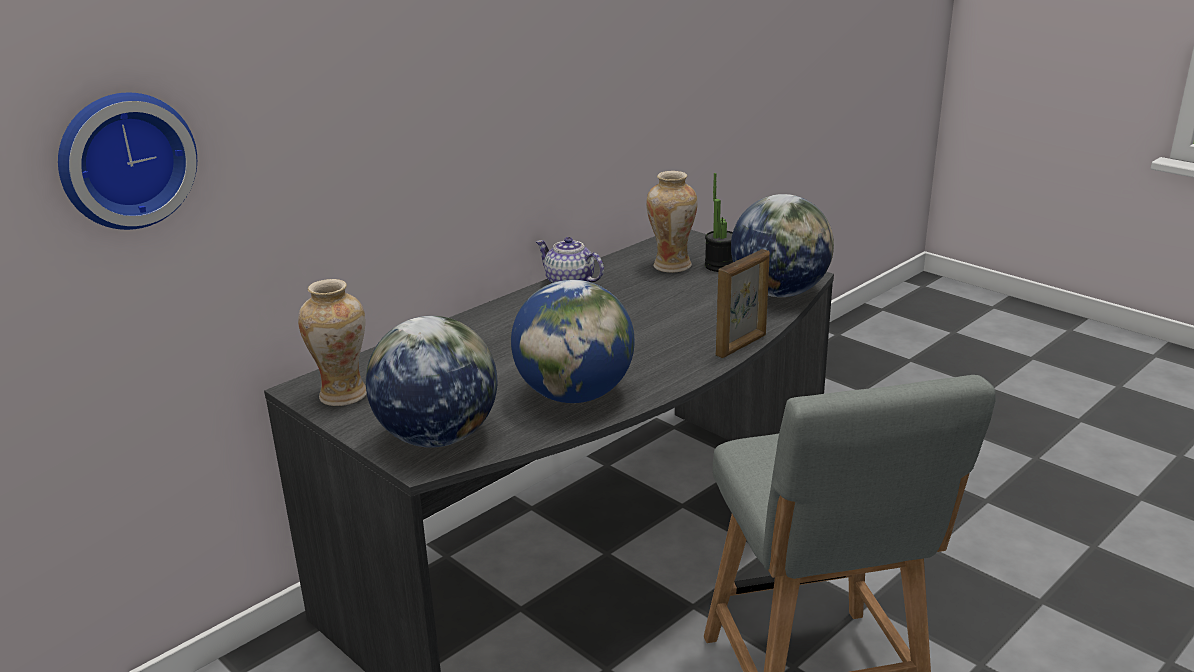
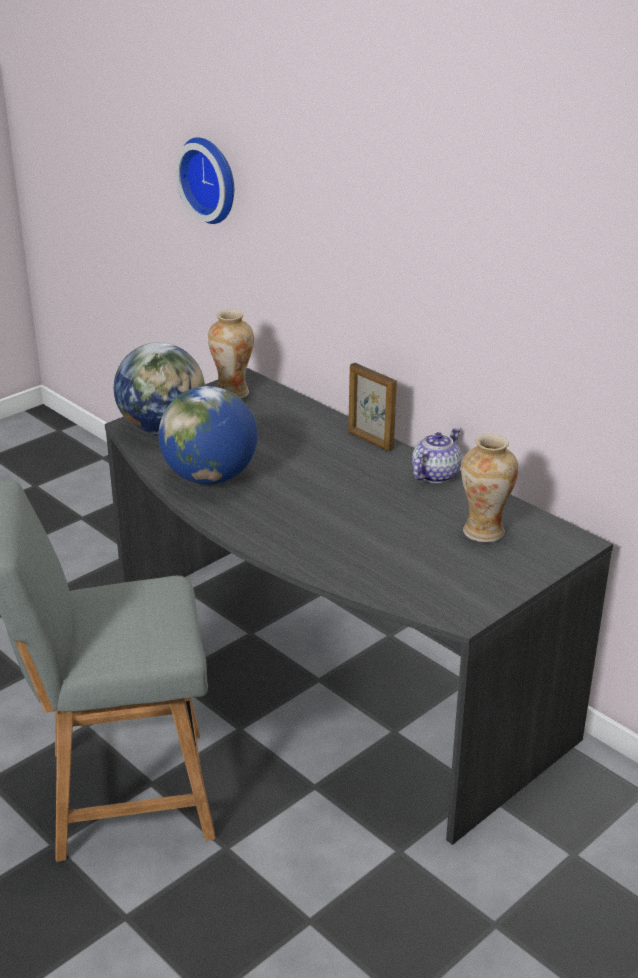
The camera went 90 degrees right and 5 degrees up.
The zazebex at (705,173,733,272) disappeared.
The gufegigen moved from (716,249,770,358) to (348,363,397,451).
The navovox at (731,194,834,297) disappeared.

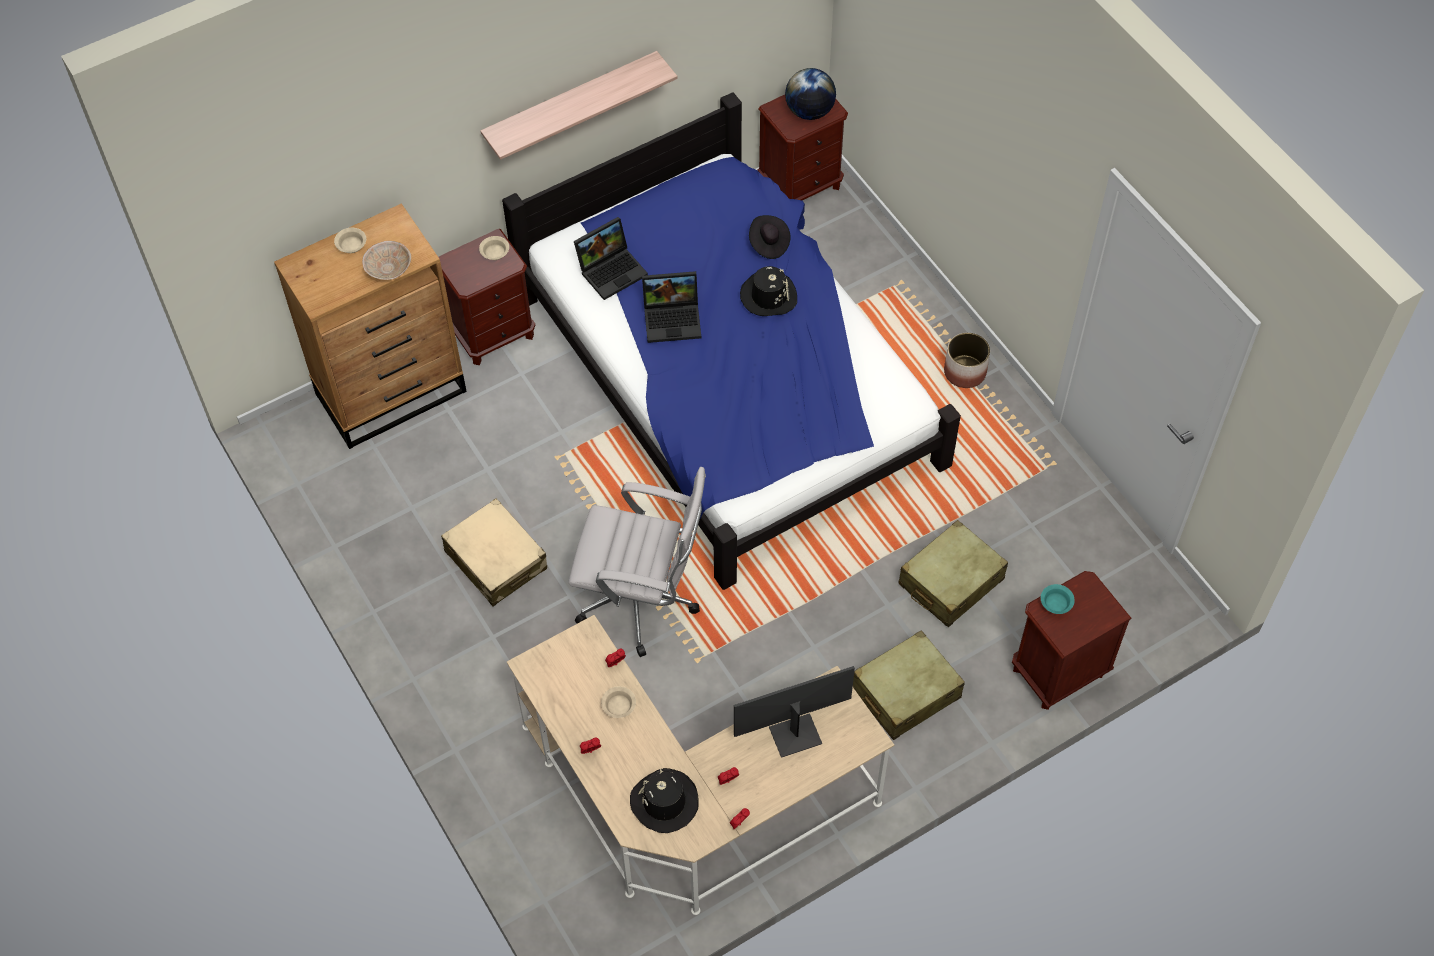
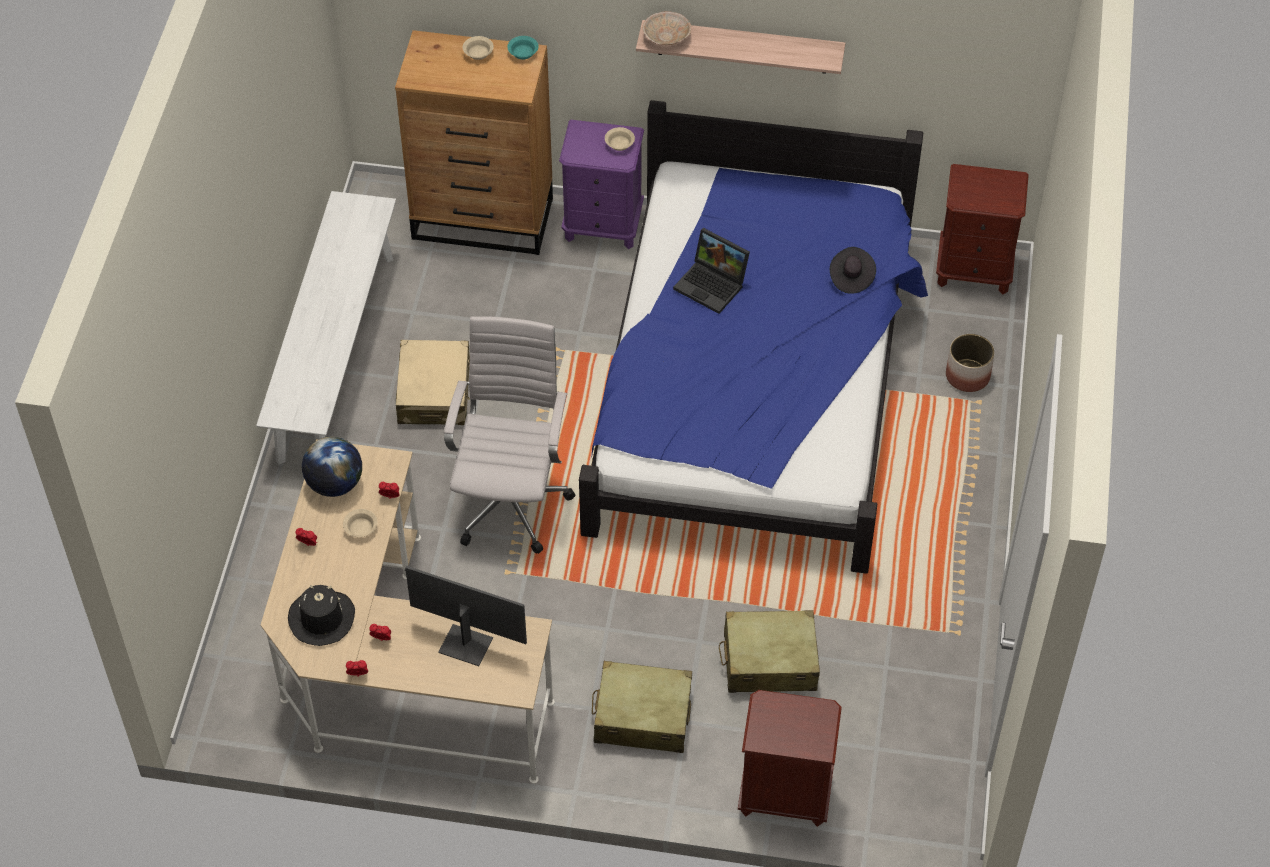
The camera went 40 degrees right and 5 degrees down.
The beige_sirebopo moved from (362,241,411,280) to (642,11,691,45).
The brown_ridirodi at (439,228,536,365) became the purple_ridirodi at (559,120,644,249).
The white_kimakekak at (569,467,706,657) turned 135 degrees counterclockwise.
The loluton at (574,217,648,300) disappeared.
The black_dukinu at (740,266,797,316) disappeared.
The navovox moved from (785,68,836,120) to (302,436,362,497).
The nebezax moved from (944,333,990,388) to (946,334,995,392).
The turquoise_sirebopo moved from (1041,584,1075,614) to (507,36,539,60).
The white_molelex at (256,191,396,465) appeared.

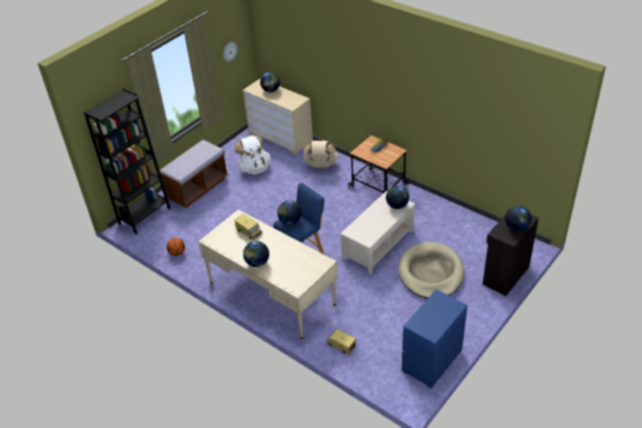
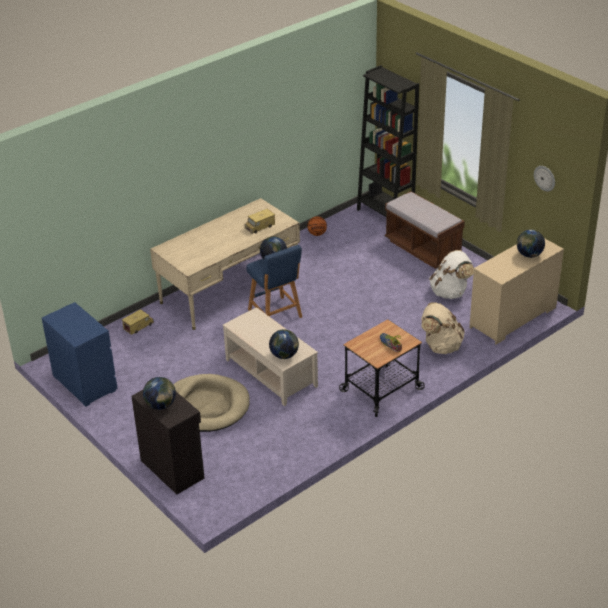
The camera went 100 degrees right and 5 degrees down.
The navovox at (243,241,269,267) disappeared.

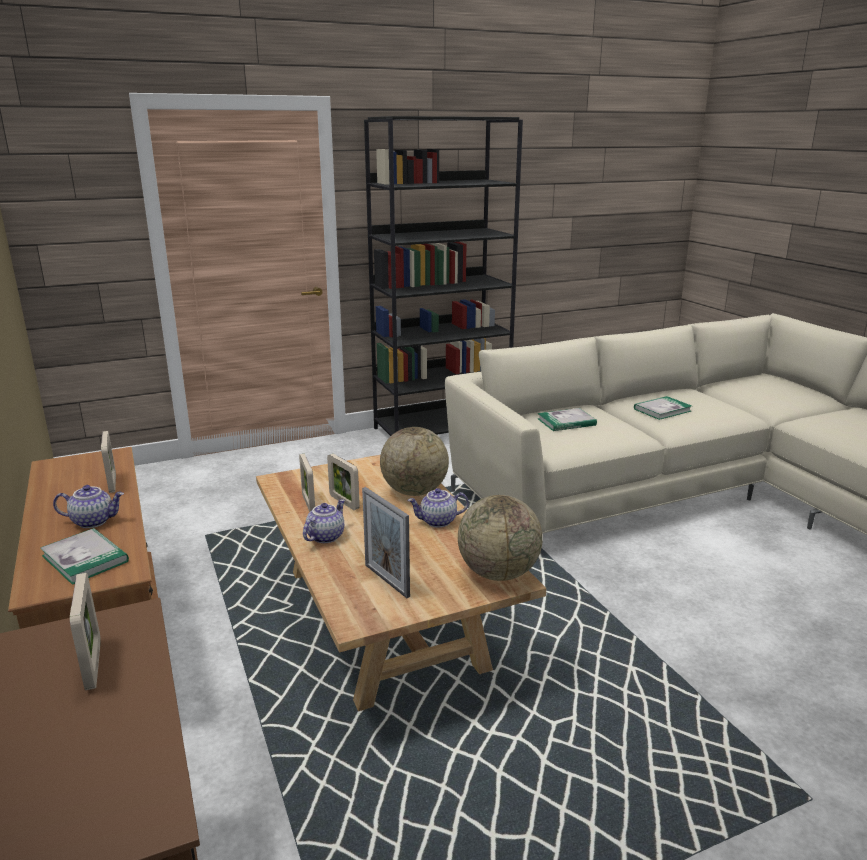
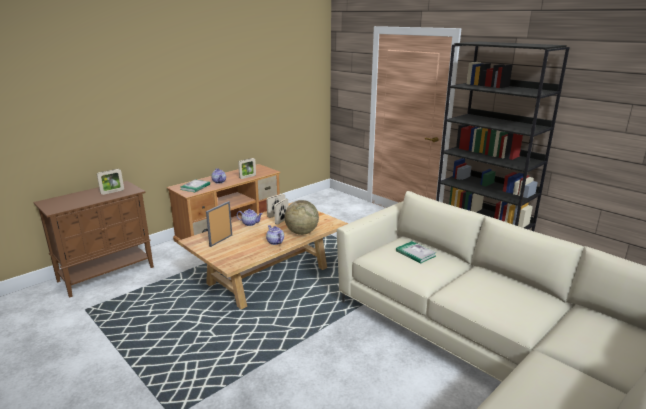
The camera went 70 degrees right and 0 degrees up.
The navovox at (458,495,543,581) disappeared.
The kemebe at (634,396,692,420) disappeared.

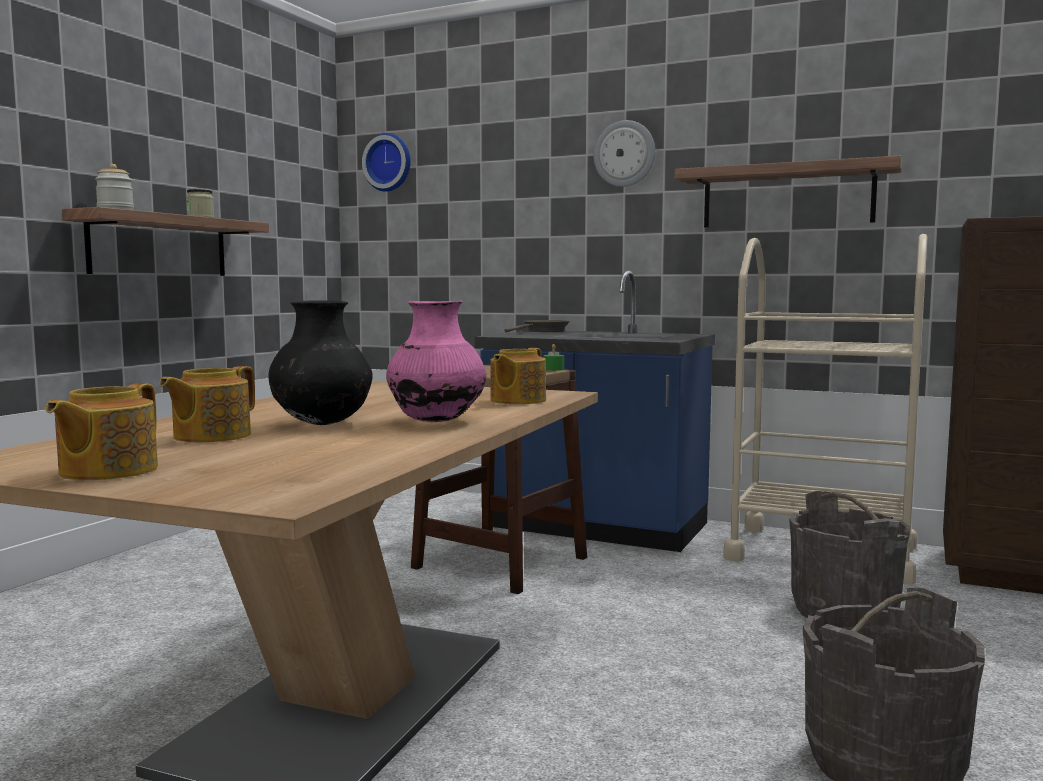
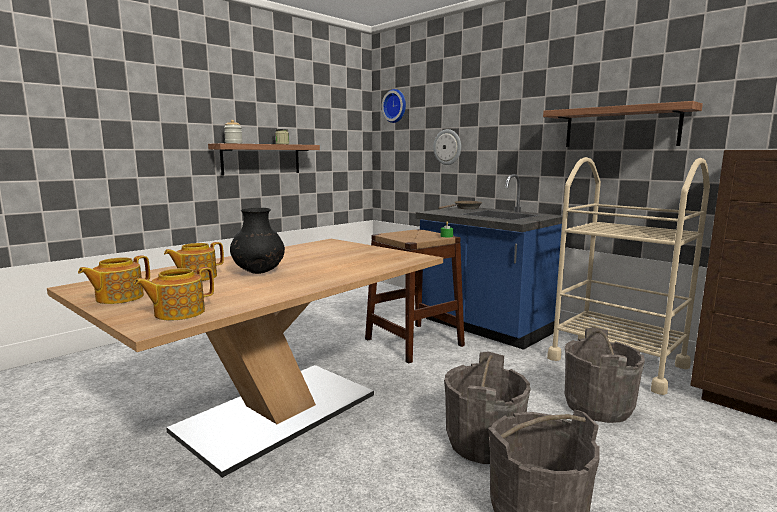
The camera went 20 degrees right and 5 degrees up.
The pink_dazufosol at (386,301,486,422) disappeared.
The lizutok moved from (490,348,546,404) to (134,267,214,320).
The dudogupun moved from (594,120,655,187) to (433,129,461,165).
The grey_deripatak at (444,351,531,464) appeared.

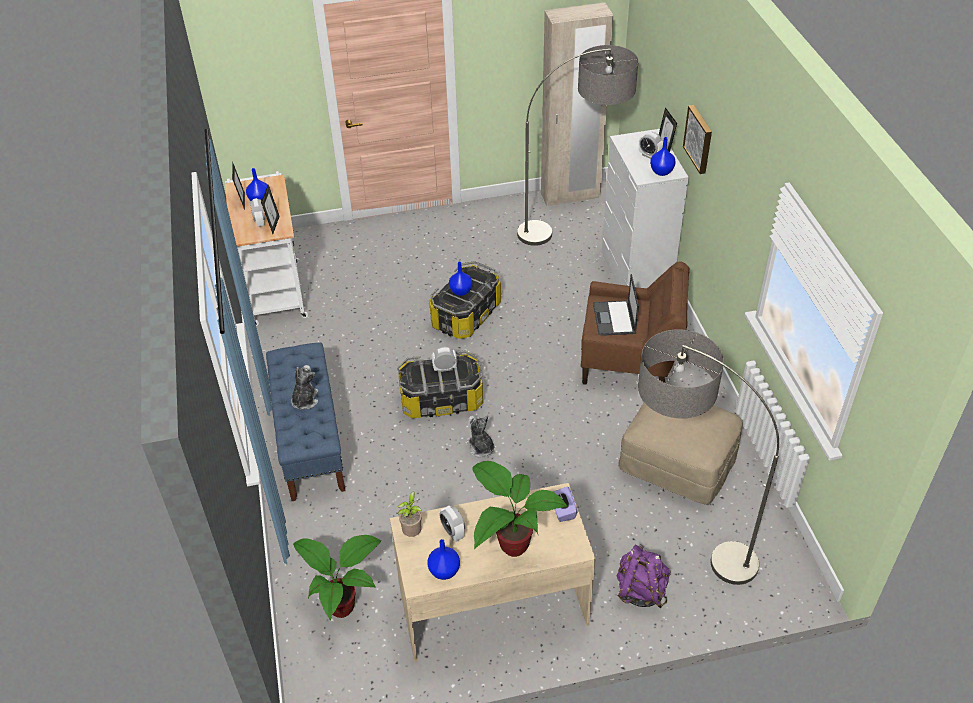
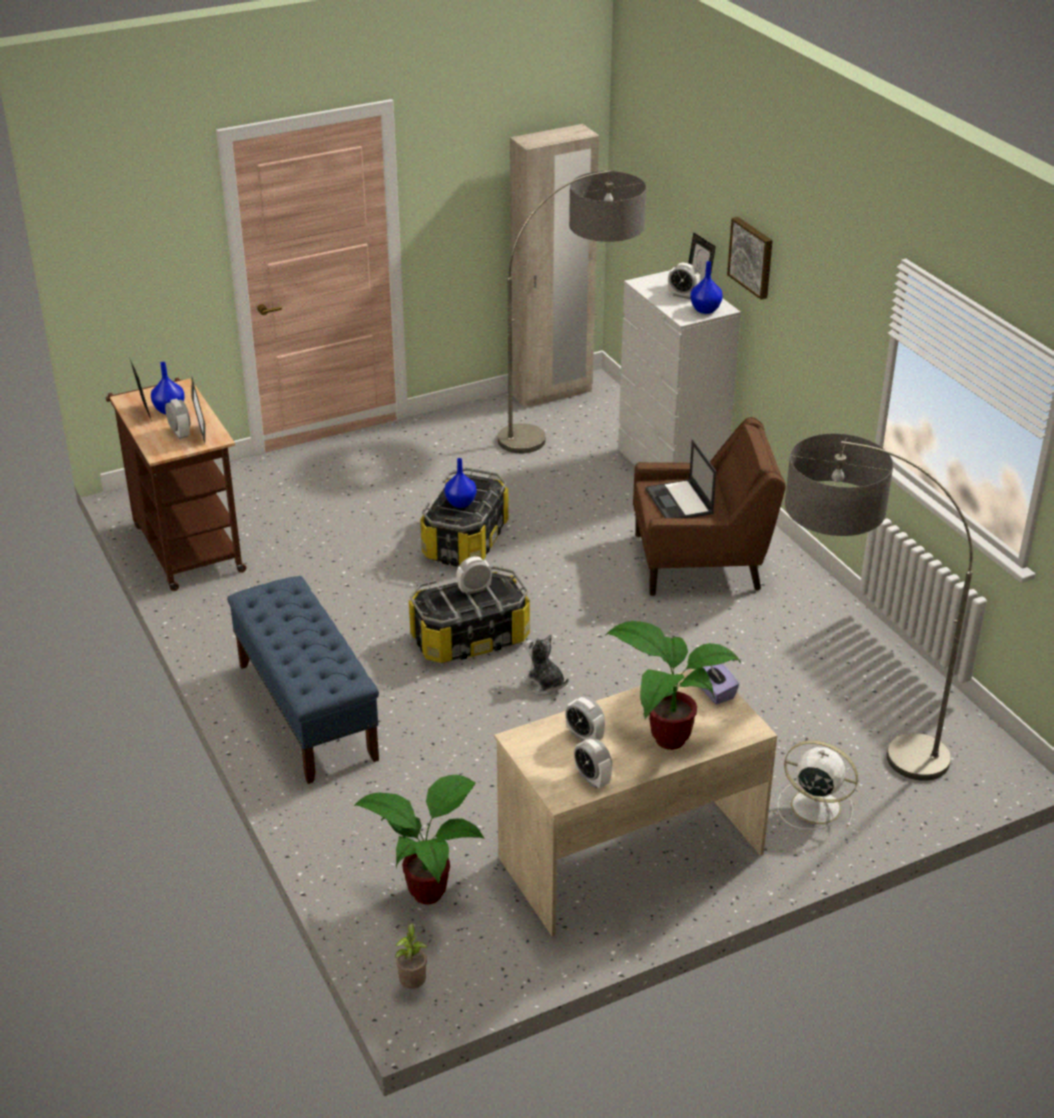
The camera went 15 degrees left and 10 degrees down.
The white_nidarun at (225,171,308,326) became the brown_nidarun at (106,378,246,591).
The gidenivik at (291,365,318,410) disappeared.
The zazebex moved from (397,492,422,537) to (395,923,428,989).
The blue_dazufosol at (427,539,460,580) was replaced by the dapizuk at (574,738,612,789).
The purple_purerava at (616,544,671,608) was replaced by the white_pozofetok at (778,740,858,830).
The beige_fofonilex at (619,403,743,505) disappeared.

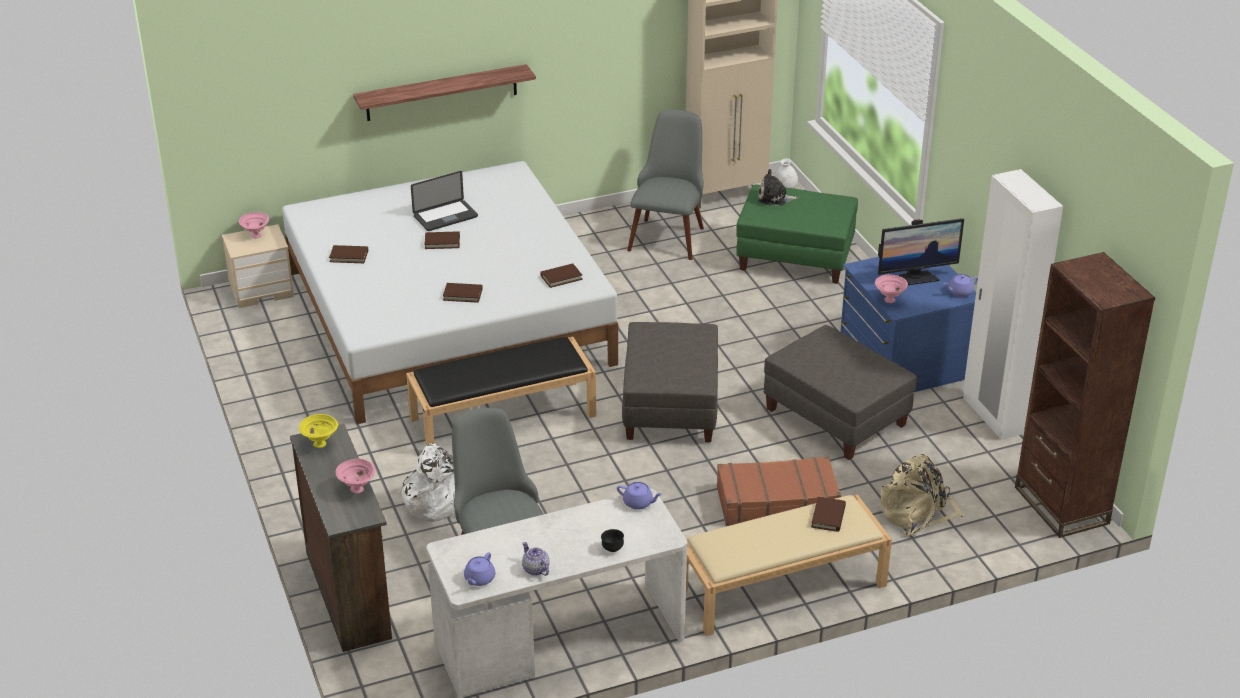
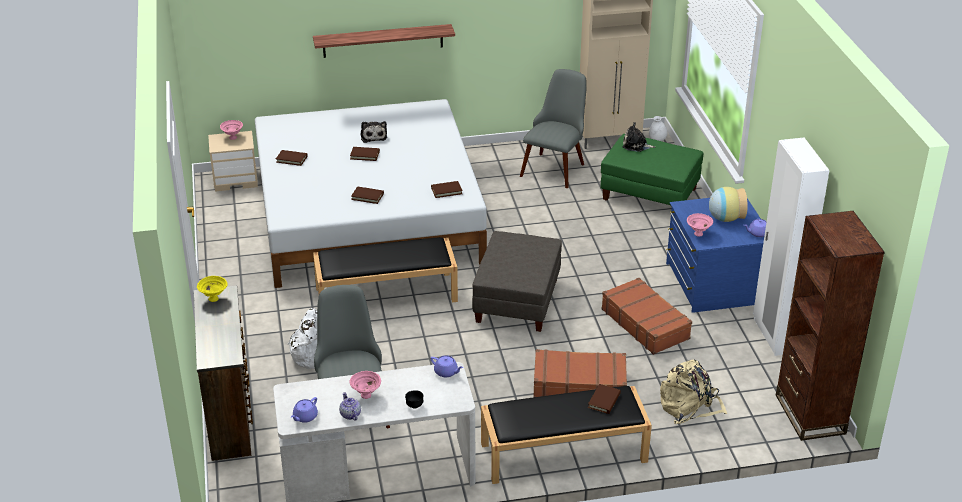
The camera went 10 degrees right and 0 degrees up.
The pink_sirebopo moved from (335,459,375,494) to (350,371,381,399).
The loluton at (411,171,478,231) was replaced by the gidenivik at (360,121,387,143).
The beige_molelex at (686,494,892,636) became the black_molelex at (481,386,652,484).
The grey_fofonilex at (764,325,917,460) was replaced by the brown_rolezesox at (601,278,692,355).
The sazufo at (878,218,964,285) was replaced by the dazufosol at (709,187,748,222).

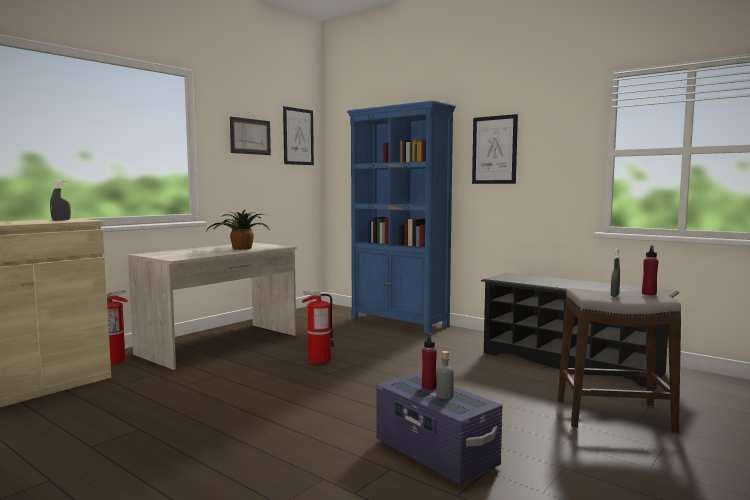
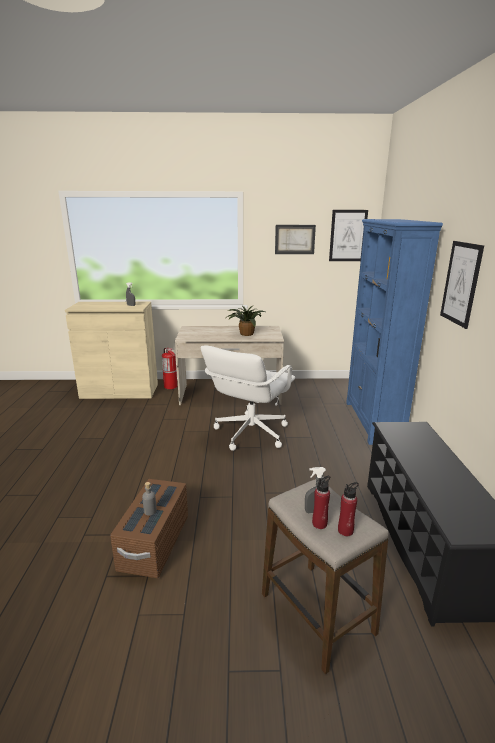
The camera went 50 degrees right and 15 degrees up.
The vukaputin at (302,291,334,364) was replaced by the white_kimakekak at (201,345,295,451).
The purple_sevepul at (376,373,502,485) became the brown_sevepul at (110,479,188,578).
The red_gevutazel moved from (422,333,437,390) to (312,476,330,529).

